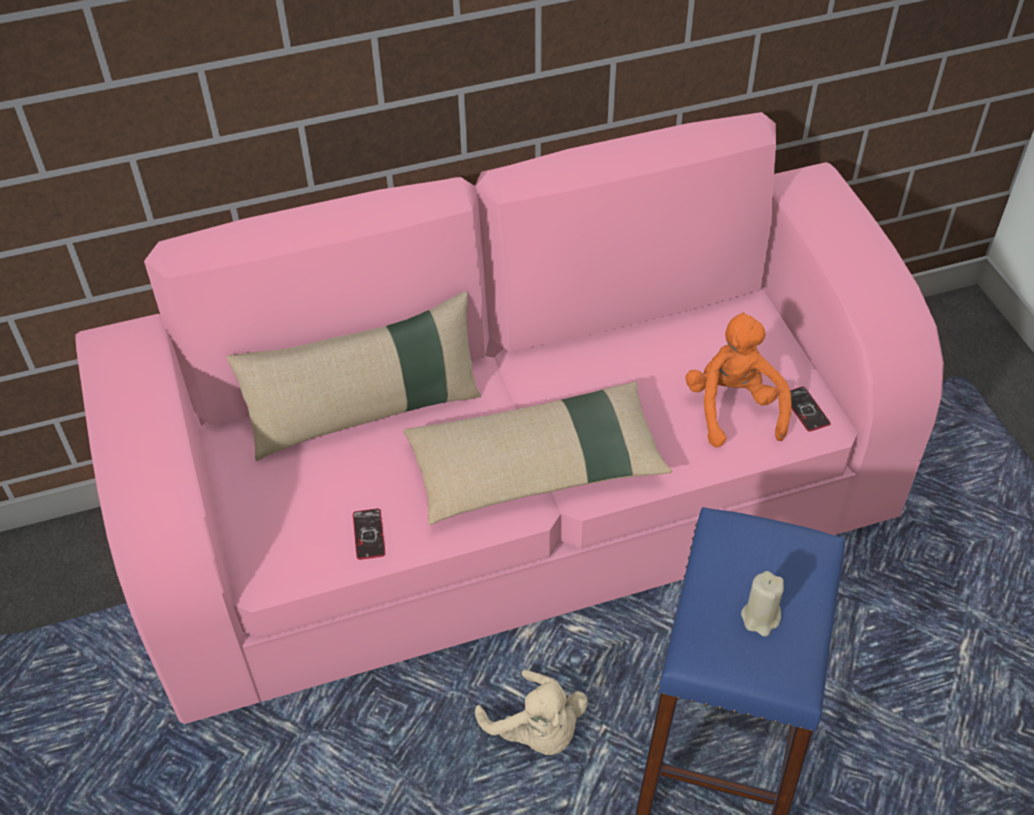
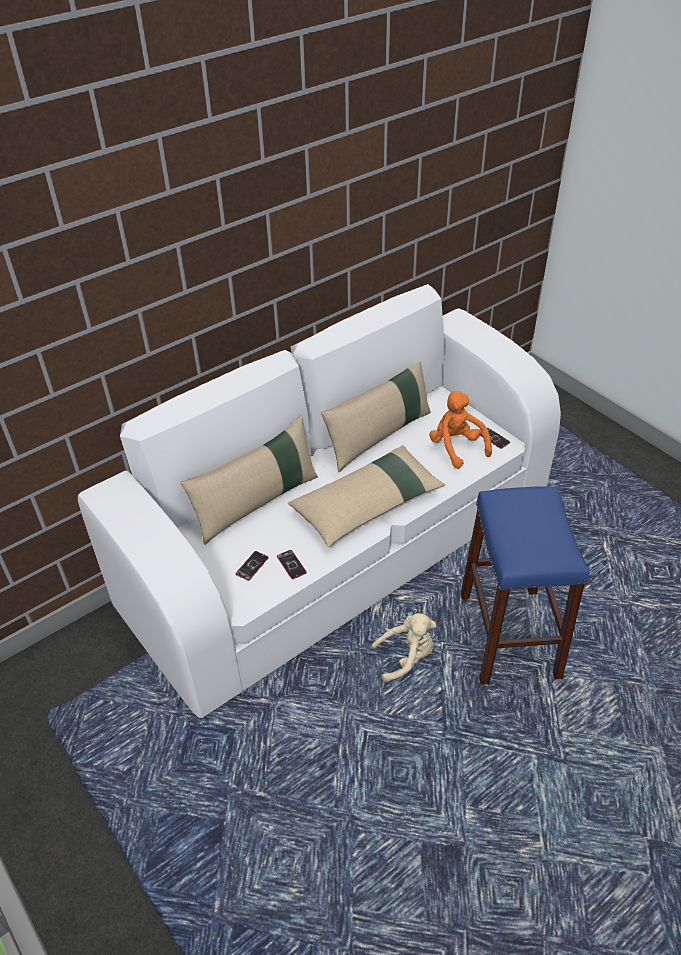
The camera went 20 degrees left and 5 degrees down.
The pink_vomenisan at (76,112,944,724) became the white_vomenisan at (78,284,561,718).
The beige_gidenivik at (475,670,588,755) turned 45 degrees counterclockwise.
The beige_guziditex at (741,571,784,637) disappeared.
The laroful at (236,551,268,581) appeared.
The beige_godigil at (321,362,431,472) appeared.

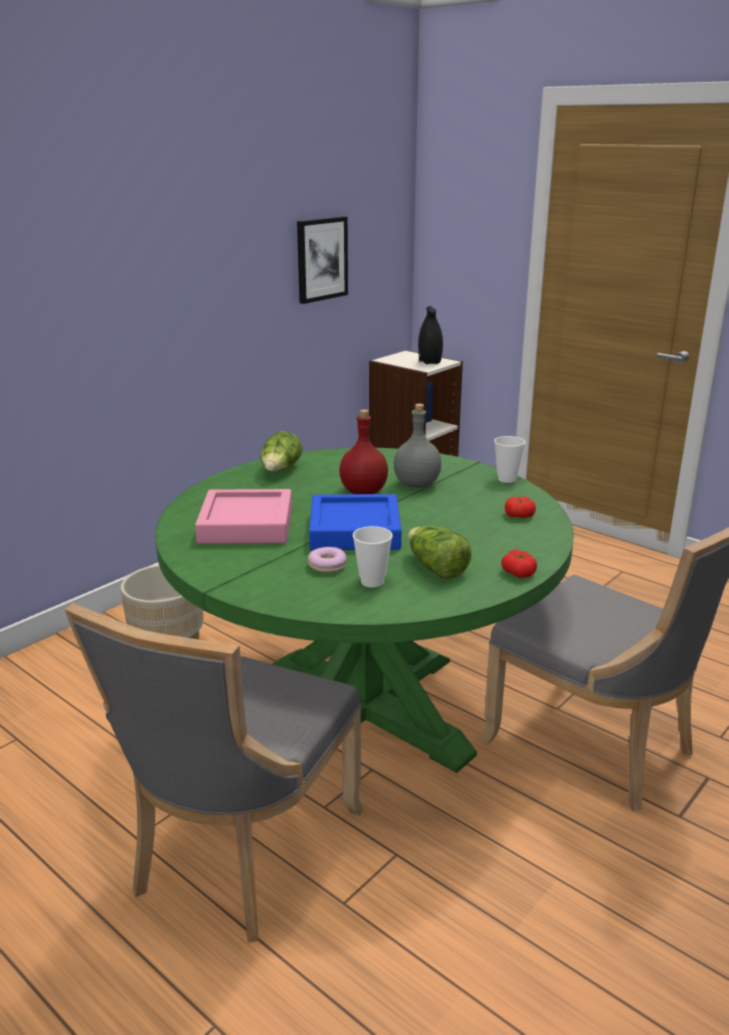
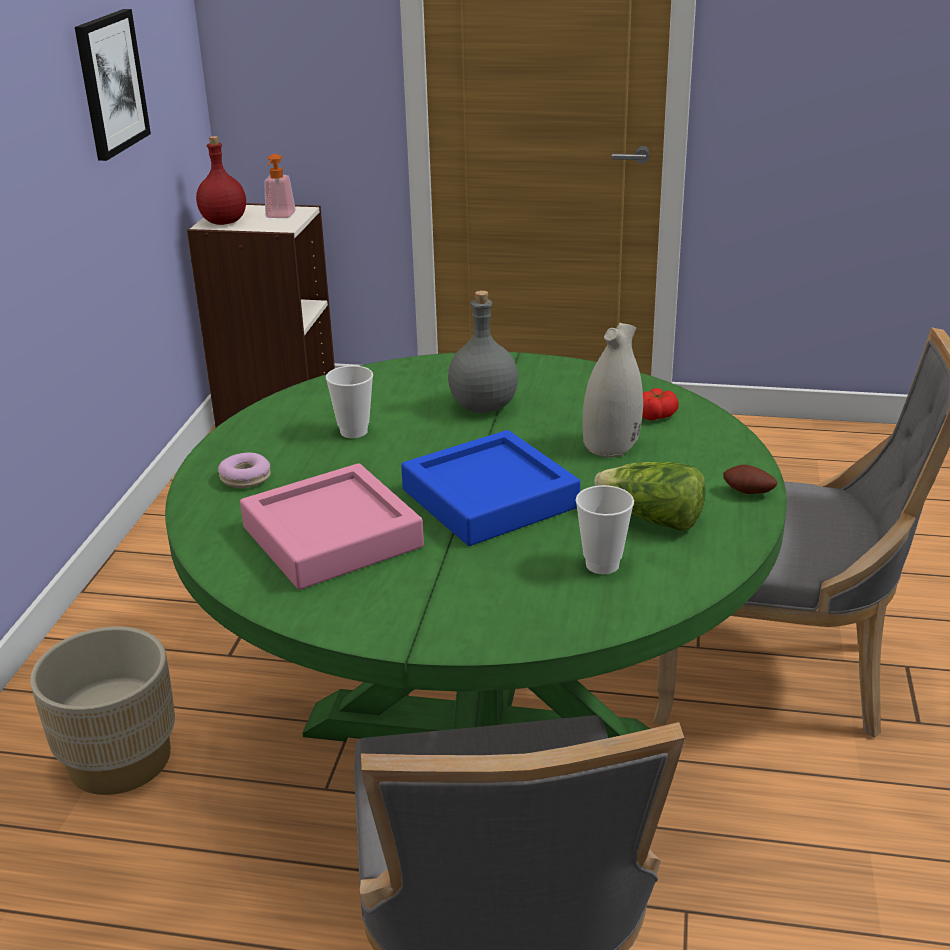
The camera went 30 degrees left and 5 degrees up.
The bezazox at (260,431,302,471) disappeared.
The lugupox moved from (308,547,346,573) to (218,453,271,488).
The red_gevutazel moved from (339,409,388,494) to (196,136,246,225).
The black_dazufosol at (418,306,443,364) was replaced by the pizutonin at (265,154,296,218).
The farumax moved from (494,436,525,483) to (326,366,373,438).
The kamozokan at (501,549,537,578) was replaced by the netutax at (723,465,777,494).
The white_dazufosol at (582,323,643,457) appeared.

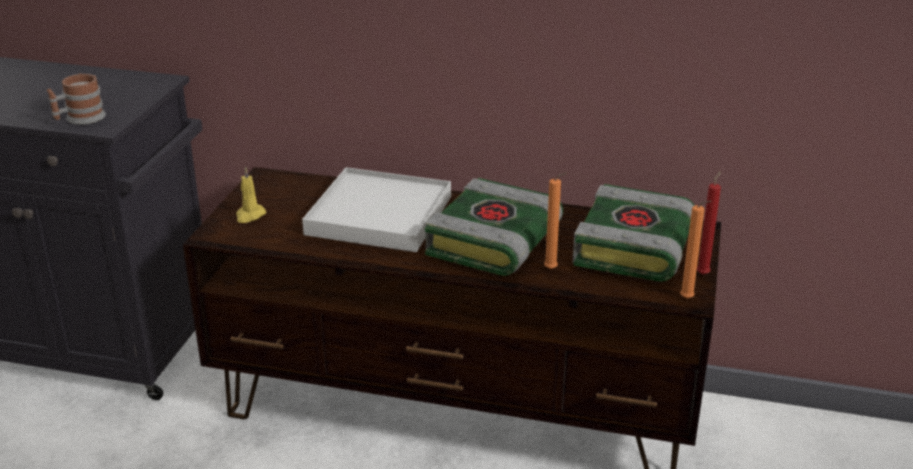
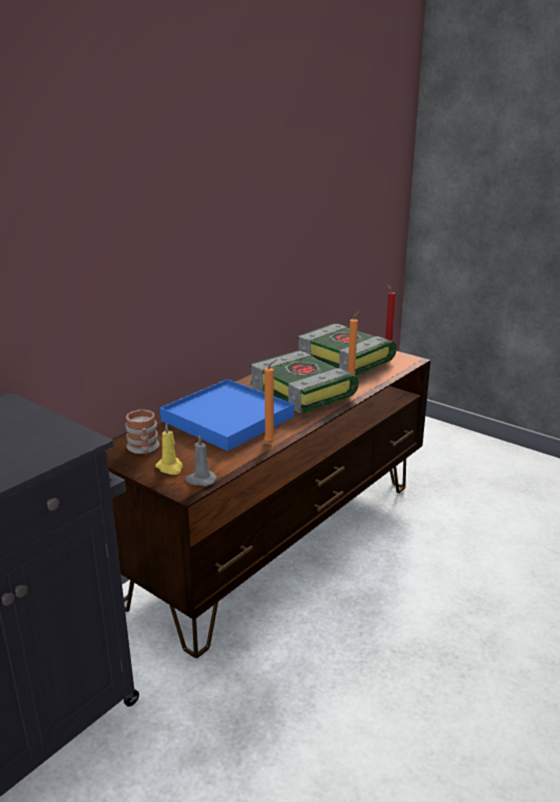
The camera went 65 degrees left and 5 degrees down.
The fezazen moved from (47,73,106,125) to (125,409,159,454).
The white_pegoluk at (302,167,451,252) became the blue_pegoluk at (160,379,294,451).
The orange_guziditex moved from (680,201,711,299) to (264,359,278,443).
The grey_guziditex at (185,435,217,486) appeared.

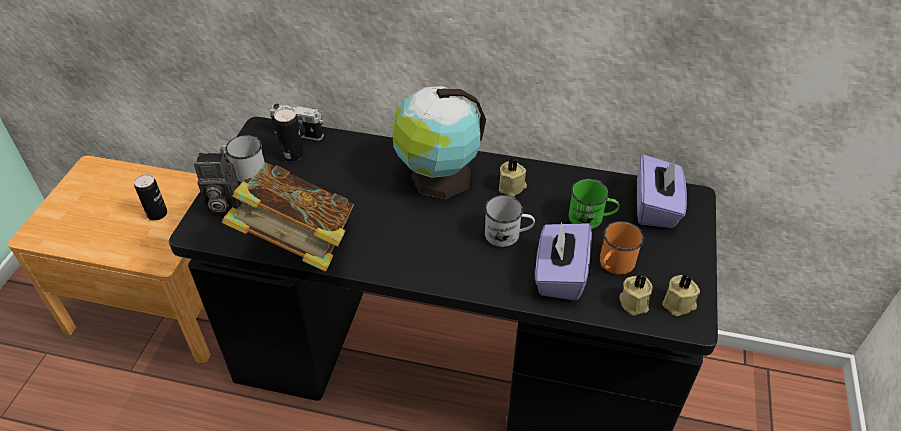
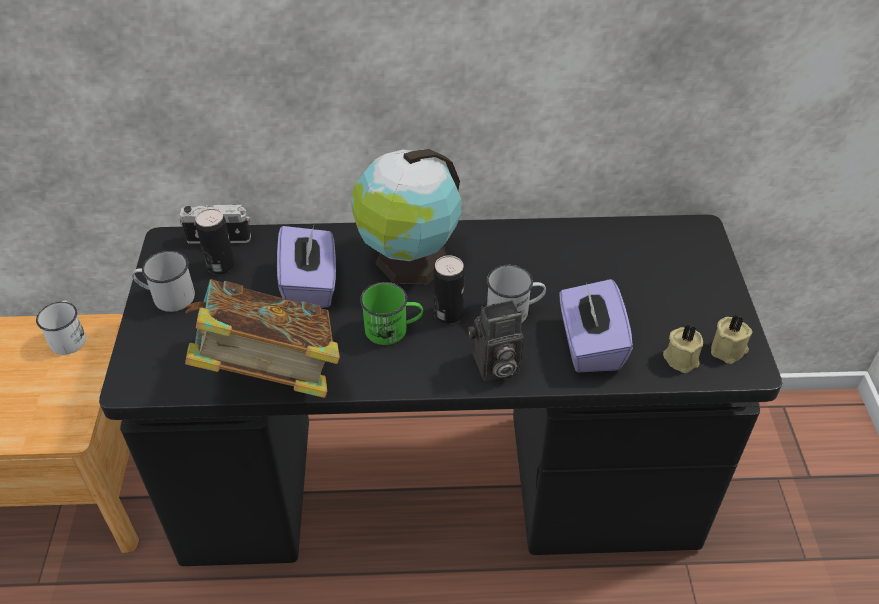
The camera went 15 degrees left and 0 degrees up.
The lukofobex moved from (134,174,167,221) to (434,255,465,324).
The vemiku moved from (194,153,240,213) to (468,300,524,381).
The beige_guziditex at (499,159,527,197) disappeared.
The green_fezazen moved from (569,179,620,229) to (360,282,423,345).
The orange_fezazen at (600,221,644,275) disappeared.
The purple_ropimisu moved from (637,155,687,228) to (277,226,336,308).
The white_fezazen at (36,301,86,355) appeared.

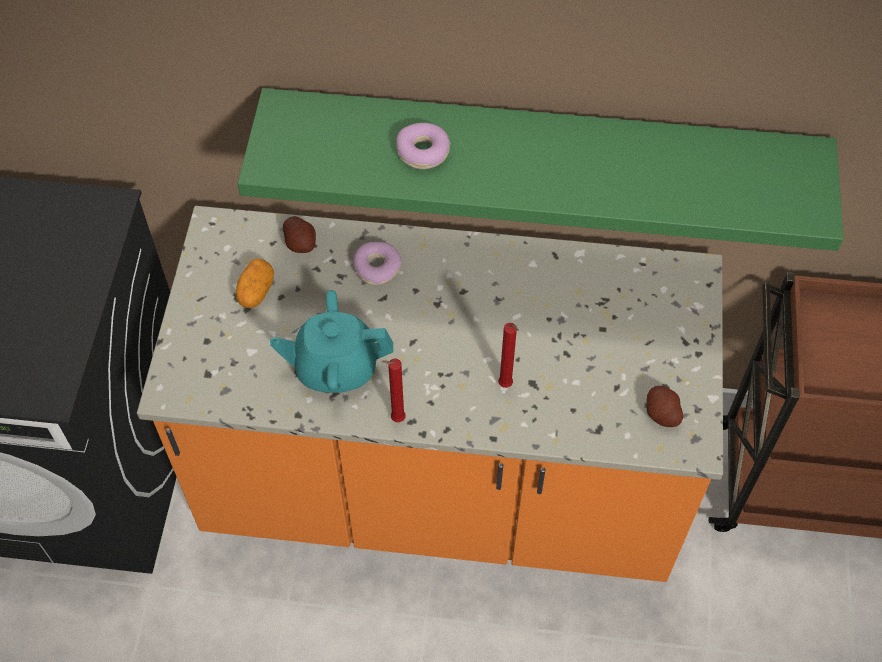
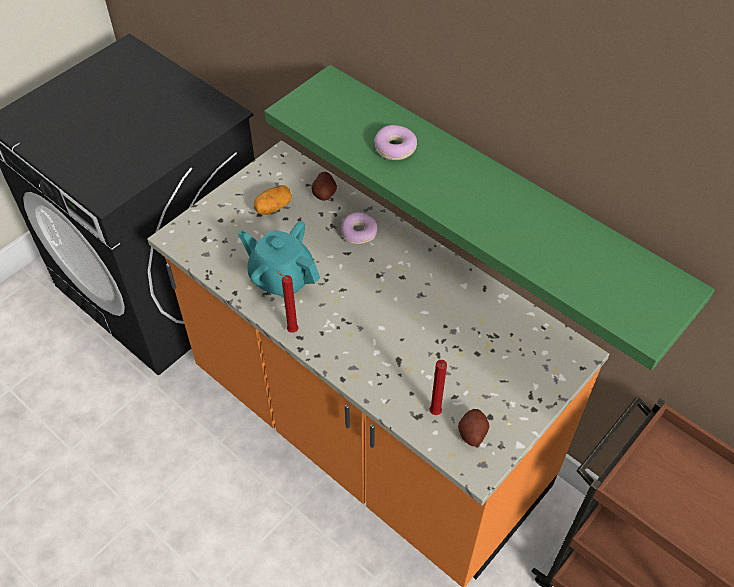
The camera went 35 degrees right and 5 degrees down.
The red_guziditex moved from (498,323,519,388) to (429,360,447,415).

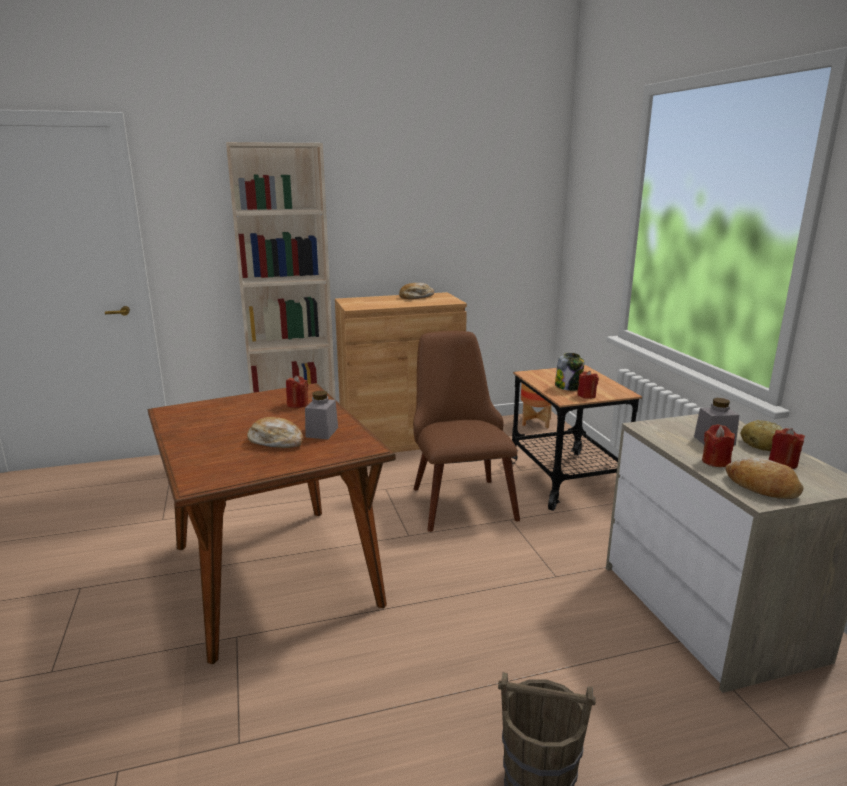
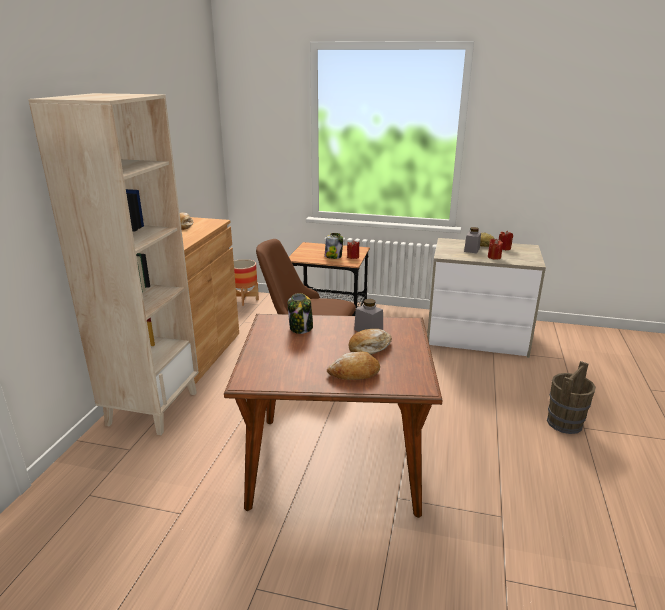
The camera went 60 degrees left and 5 degrees up.
The red_guziditex at (286,375,308,408) was replaced by the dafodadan at (288,293,313,334).
The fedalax moved from (726,458,803,499) to (327,351,380,380).

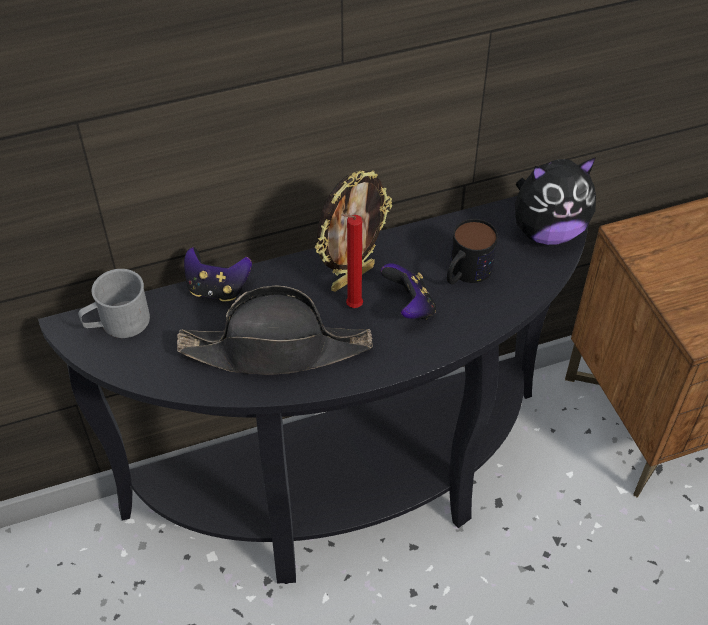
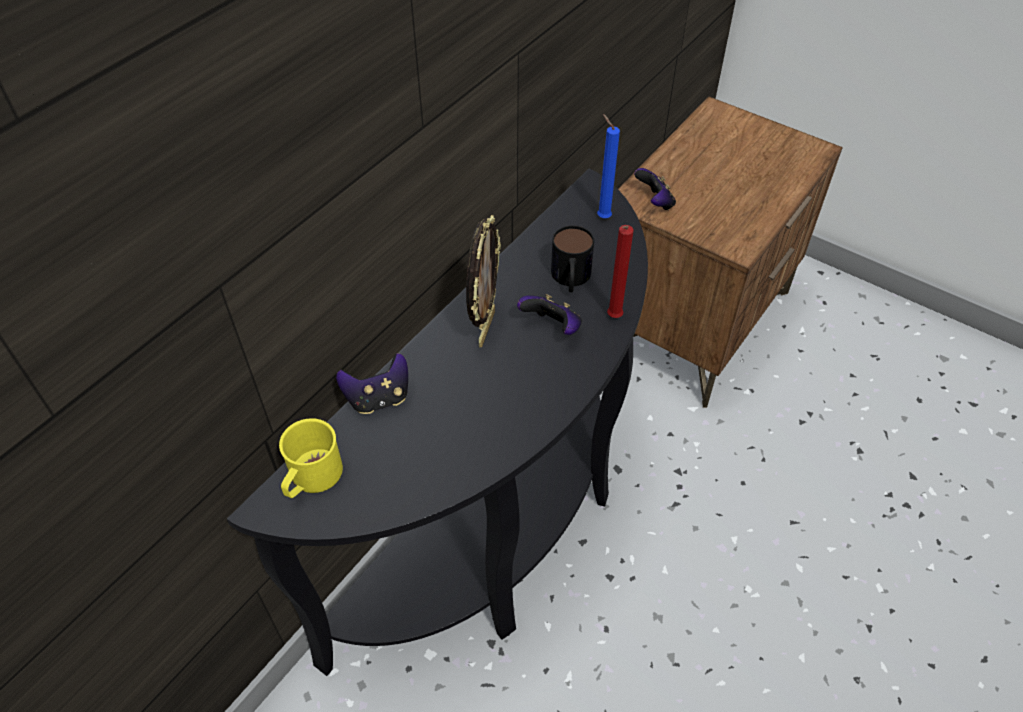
The camera went 35 degrees left and 0 degrees up.
The grey_fezazen at (78,269,150,338) became the yellow_fezazen at (279,418,343,498).
The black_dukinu at (177,285,373,375) disappeared.
The red_guziditex moved from (341,214,363,308) to (607,225,634,318).
The gidenivik at (515,157,596,245) was replaced by the blue_guziditex at (597,114,620,218).
The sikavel at (634,168,676,211) appeared.

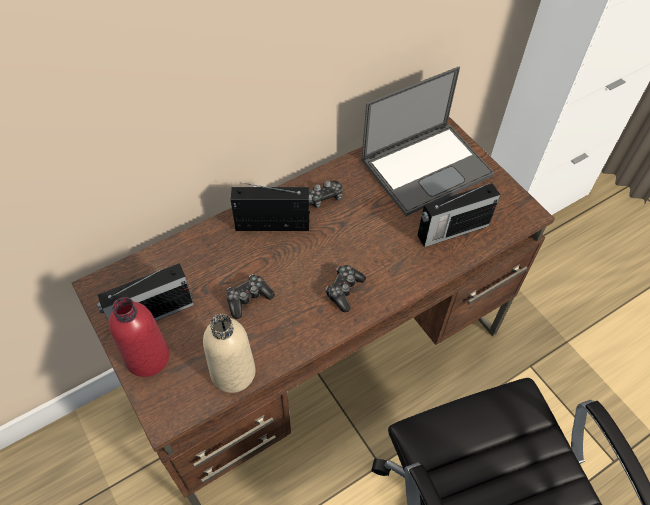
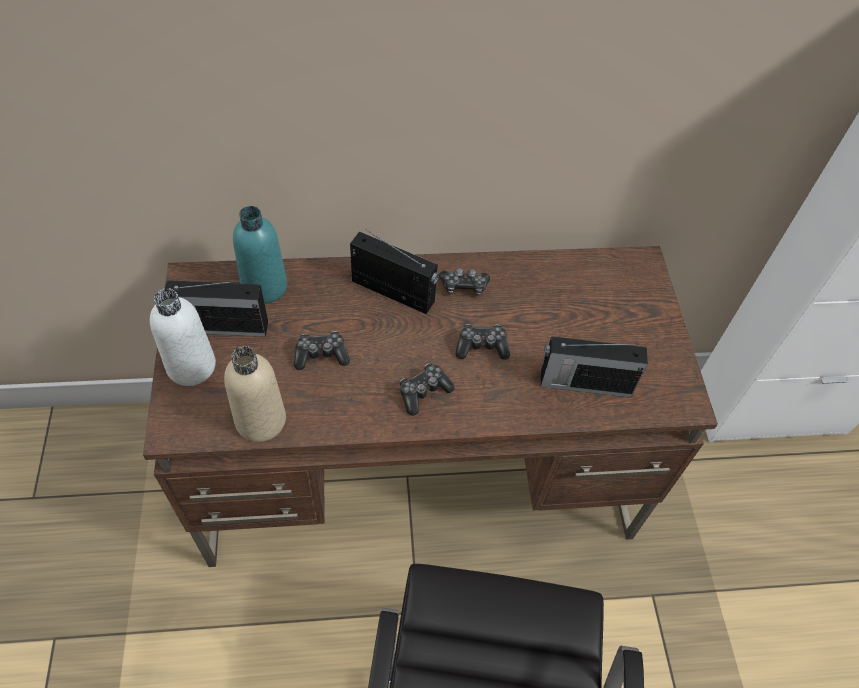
The camera went 25 degrees right and 0 degrees up.
The red_gevutazel at (109,297,170,377) became the white_gevutazel at (150,288,216,386).
The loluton at (361,66,494,216) disappeared.
The turquoise_gevutazel at (233,206,287,304) appeared.
The sikavel at (456,324,510,360) appeared.

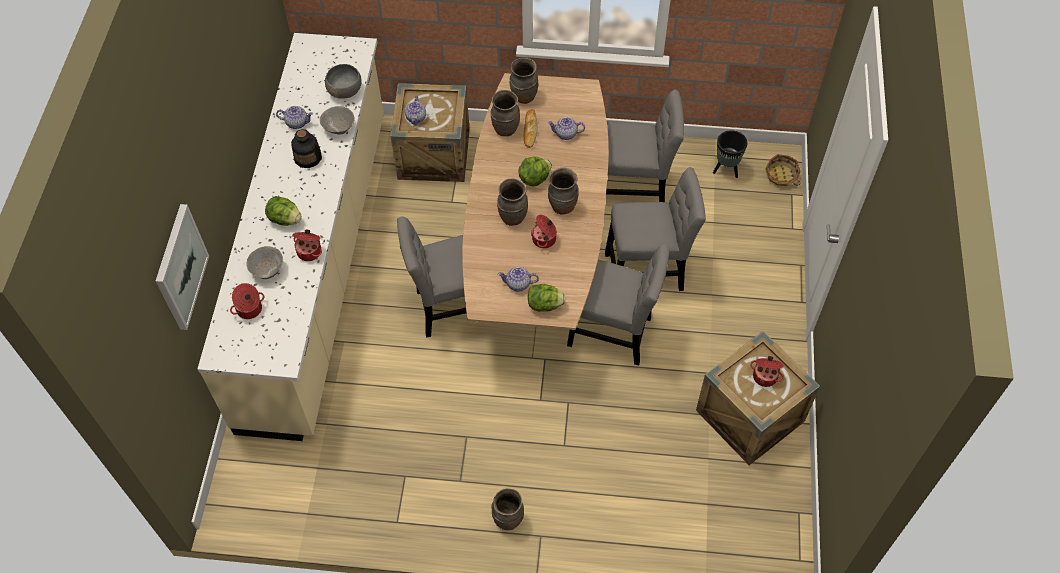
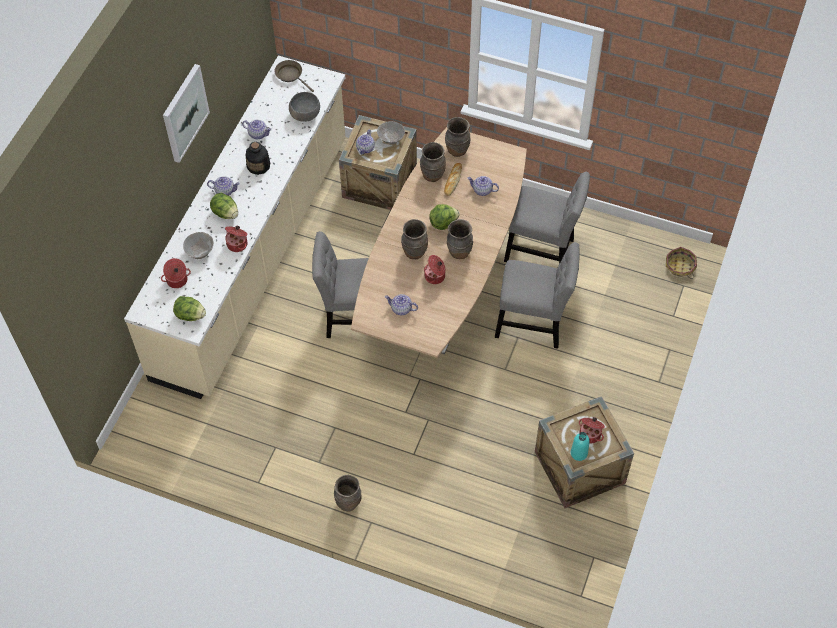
The camera went 15 degrees right and 0 degrees up.
The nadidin moved from (156,204,209,330) to (163,64,210,163).
The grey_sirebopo moved from (320,106,355,135) to (377,121,405,145).
The bezazox moved from (528,284,566,312) to (173,296,206,321).
The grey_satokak at (567,244,670,365) disappeared.
The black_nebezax at (713,130,747,178) disappeared.
The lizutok at (207,176,240,196) appeared.
The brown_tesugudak at (275,60,314,92) appeared.
The turquoise_gevutazel at (571,432,590,461) appeared.

